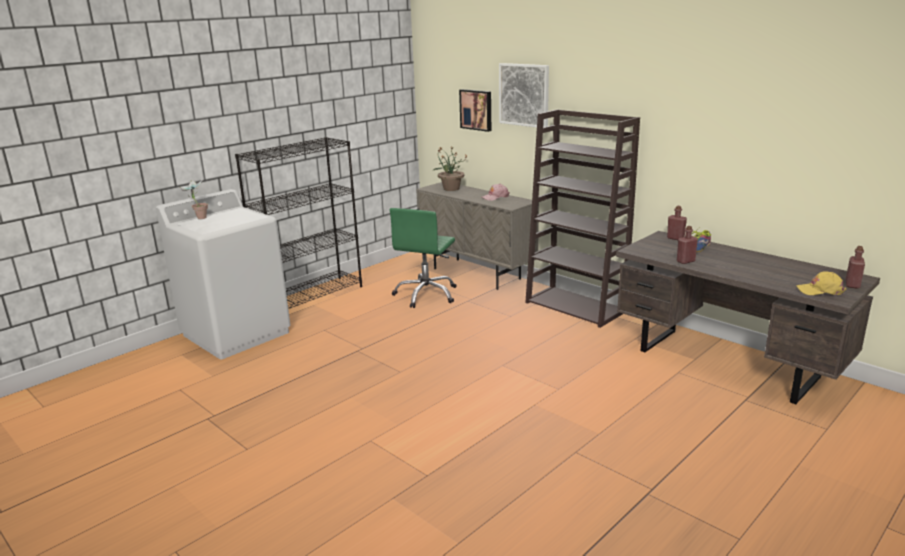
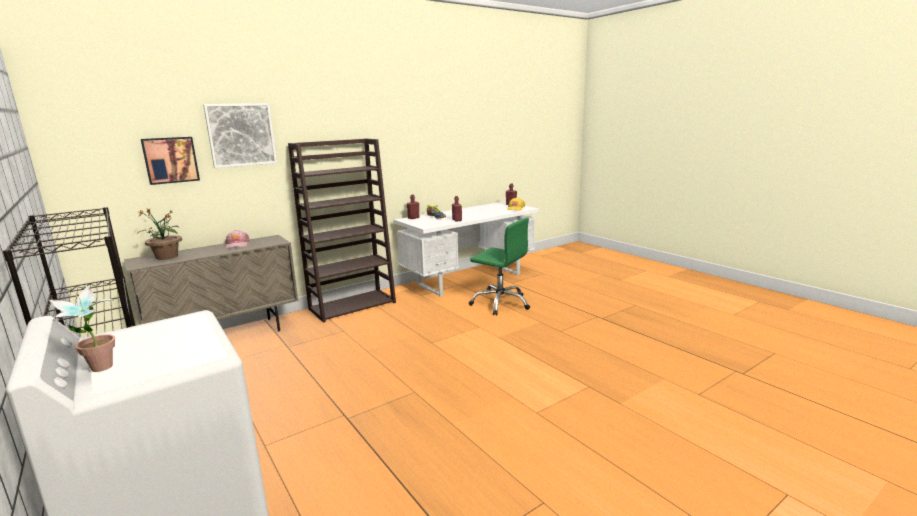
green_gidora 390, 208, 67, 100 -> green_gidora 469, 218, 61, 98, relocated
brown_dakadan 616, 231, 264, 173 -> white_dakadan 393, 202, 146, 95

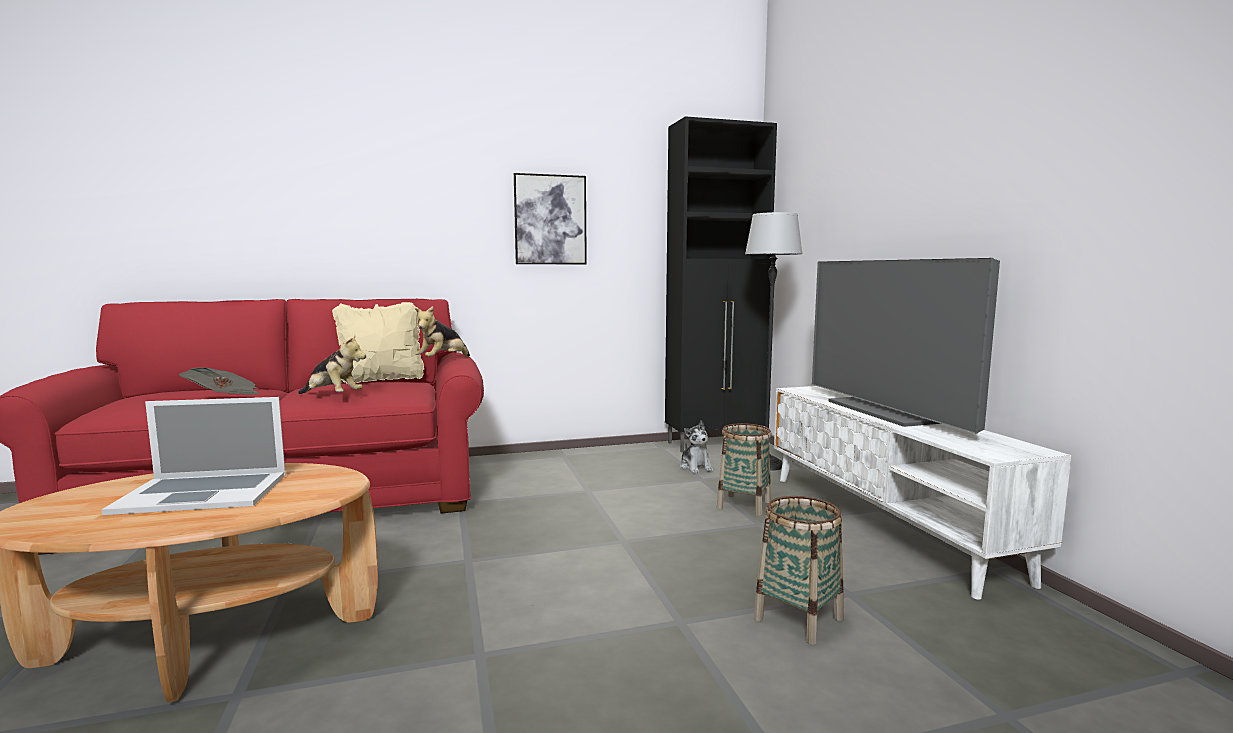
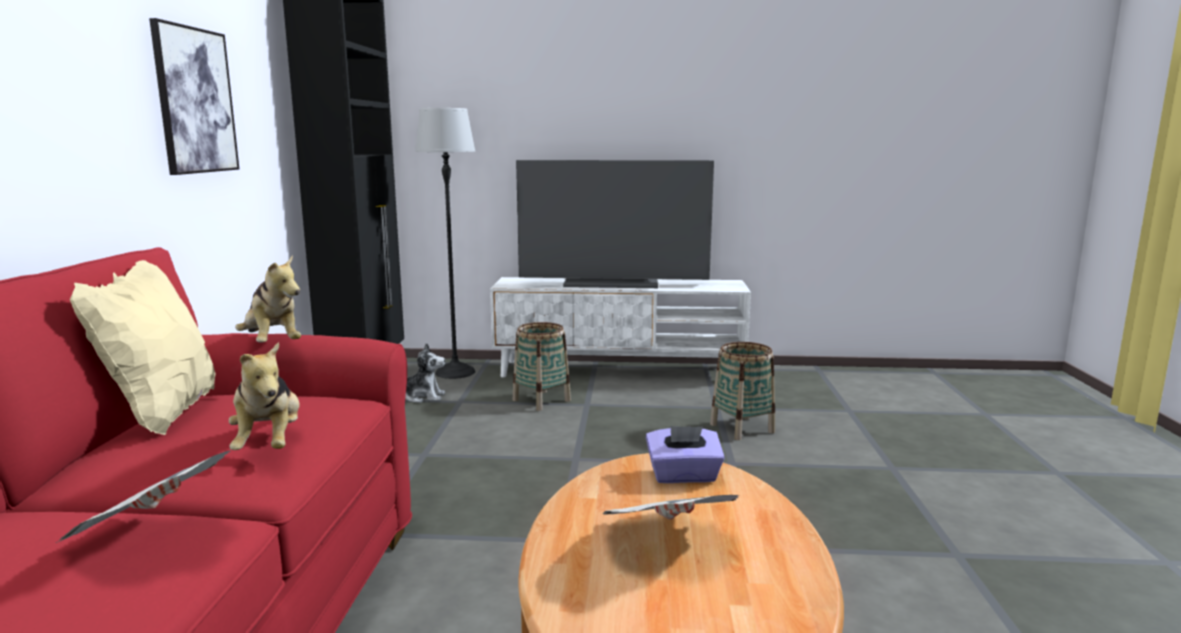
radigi 101, 397, 185, 118 -> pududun 603, 495, 136, 25
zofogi 298, 335, 68, 59 -> zofogi 229, 342, 71, 108, 120 degrees clockwise
none -> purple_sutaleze 646, 426, 79, 57

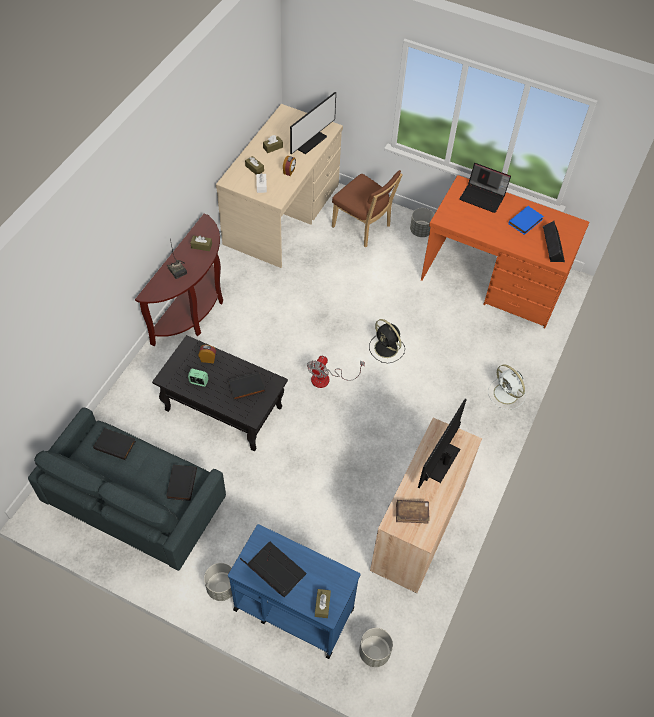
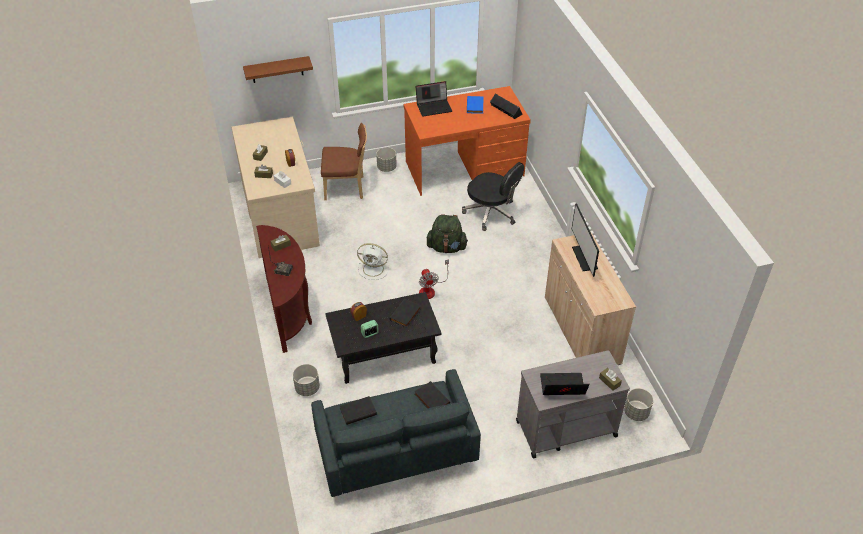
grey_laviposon 204, 563, 28, 38 -> grey_laviposon 293, 364, 27, 32, relocated
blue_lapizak 228, 524, 133, 135 -> grey_lapizak 516, 350, 114, 108
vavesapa 290, 92, 46, 62 -> none
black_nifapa 369, 319, 36, 44 -> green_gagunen 426, 214, 42, 39
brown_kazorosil 396, 500, 34, 24 -> none
white_nifapa 488, 364, 38, 46 -> white_nifapa 357, 243, 32, 37, relocated
none -> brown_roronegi 243, 56, 70, 27
none -> black_gidora 462, 162, 62, 69

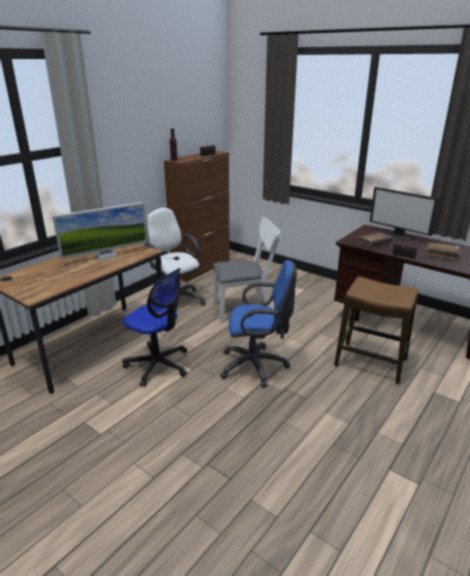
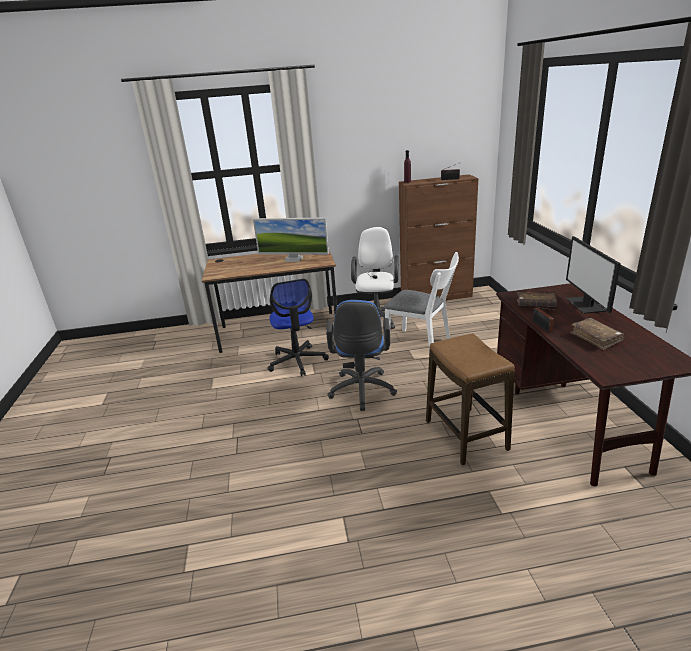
blue_gidora 220, 260, 77, 128 -> blue_gidora 326, 300, 71, 111, 45 degrees clockwise

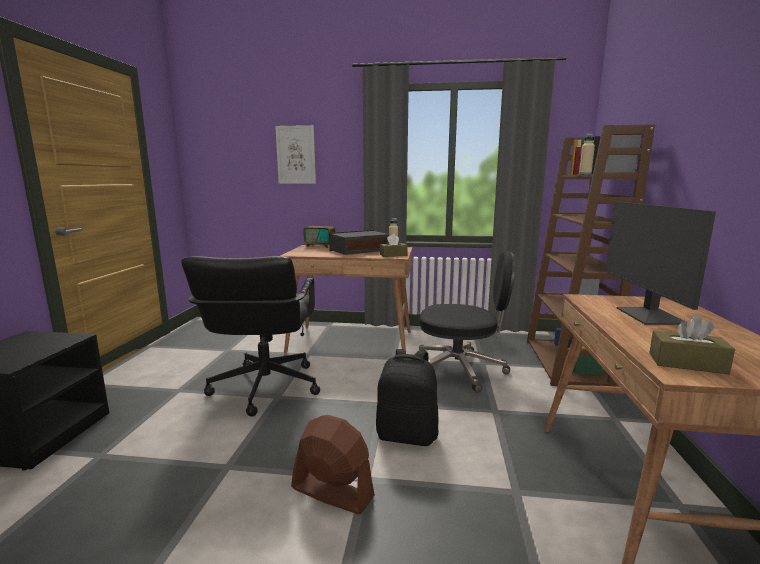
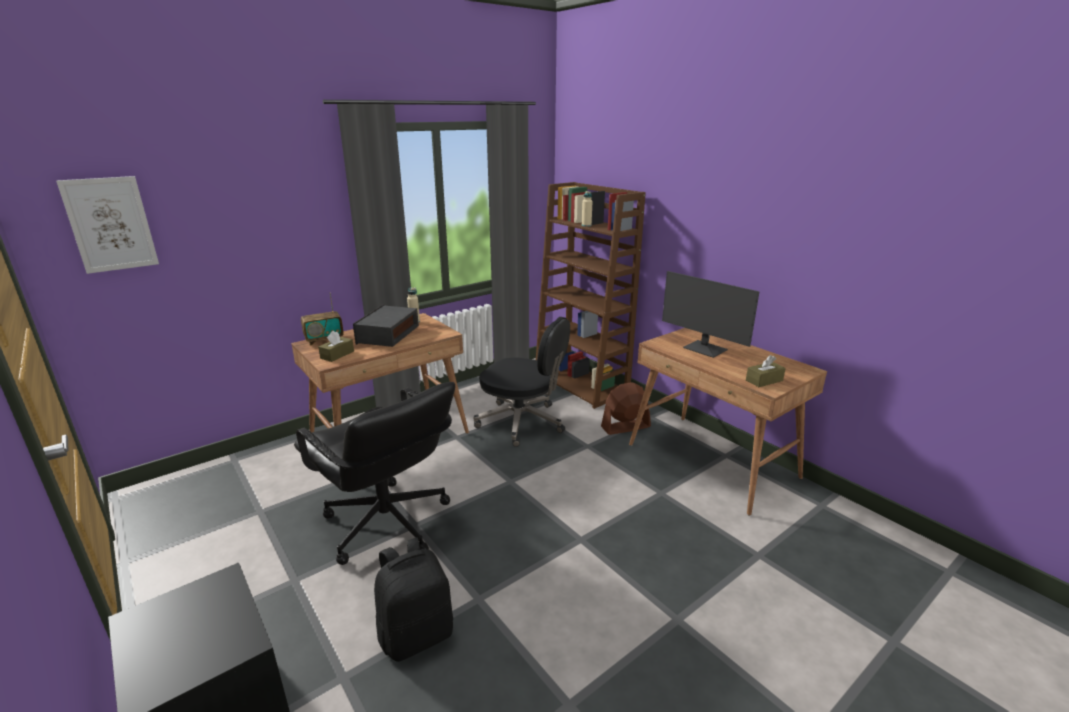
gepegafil 275, 125, 41, 59 -> gepegafil 56, 176, 103, 98, relocated
brown_nifapa 291, 415, 84, 99 -> brown_nifapa 601, 382, 50, 53, relocated
black_gagunen 376, 349, 62, 97 -> black_gagunen 374, 537, 79, 125, relocated
brown_sutaleze 380, 234, 28, 23 -> brown_sutaleze 318, 331, 36, 31, relocated
black_gidora 419, 251, 96, 141 -> black_gidora 473, 317, 97, 130, 60 degrees clockwise

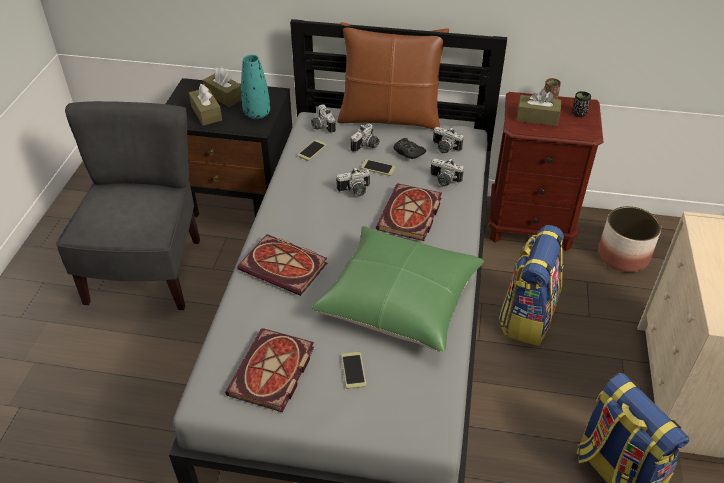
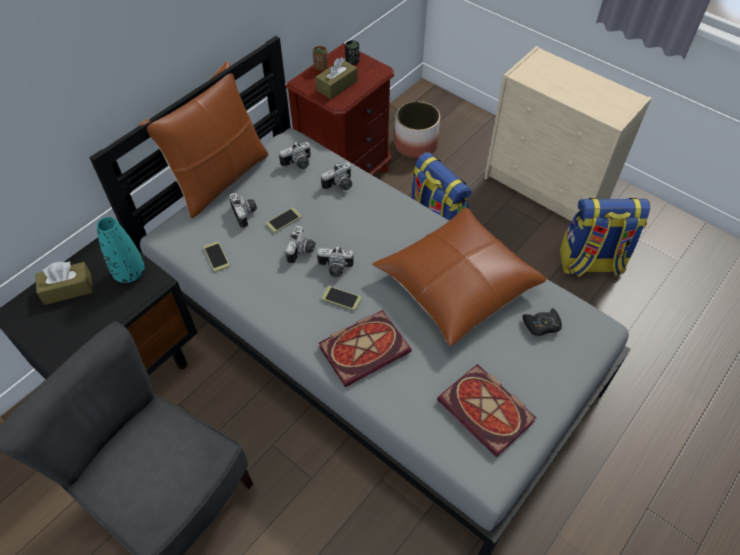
brown_sutaleze 189, 84, 33, 42 -> none
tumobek 311, 104, 25, 29 -> tumobek 317, 246, 37, 31, relocated
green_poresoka 312, 226, 172, 126 -> brown_poresoka 372, 207, 174, 139
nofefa 341, 352, 25, 37 -> nofefa 322, 286, 39, 25, relocated
kazorosil 376, 183, 66, 58 -> none
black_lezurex 393, 138, 33, 21 -> black_lezurex 522, 308, 40, 28, relocated

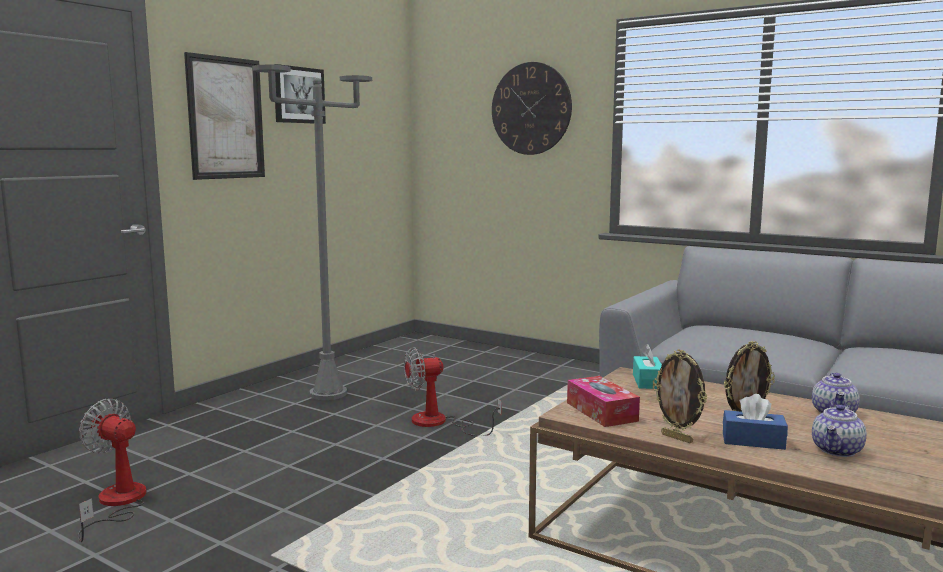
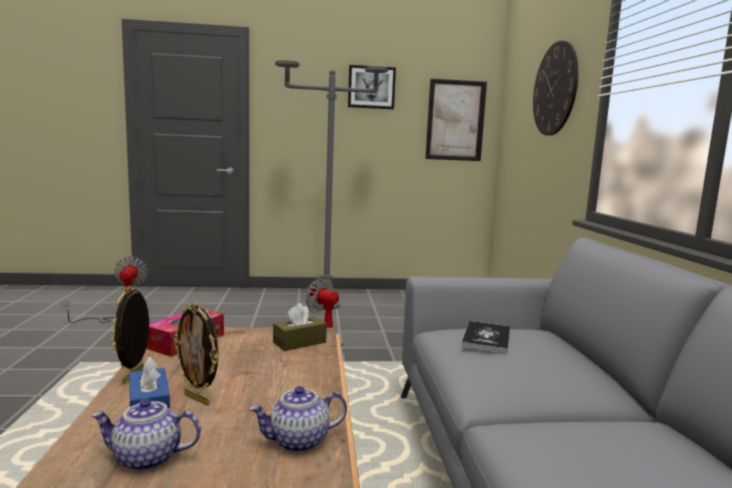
gepegafil 184, 52, 81, 128 -> gepegafil 425, 79, 62, 82, relocated
turquoise_sutaleze 633, 344, 29, 45 -> brown_sutaleze 273, 303, 54, 48
none -> kazorosil 462, 321, 48, 32

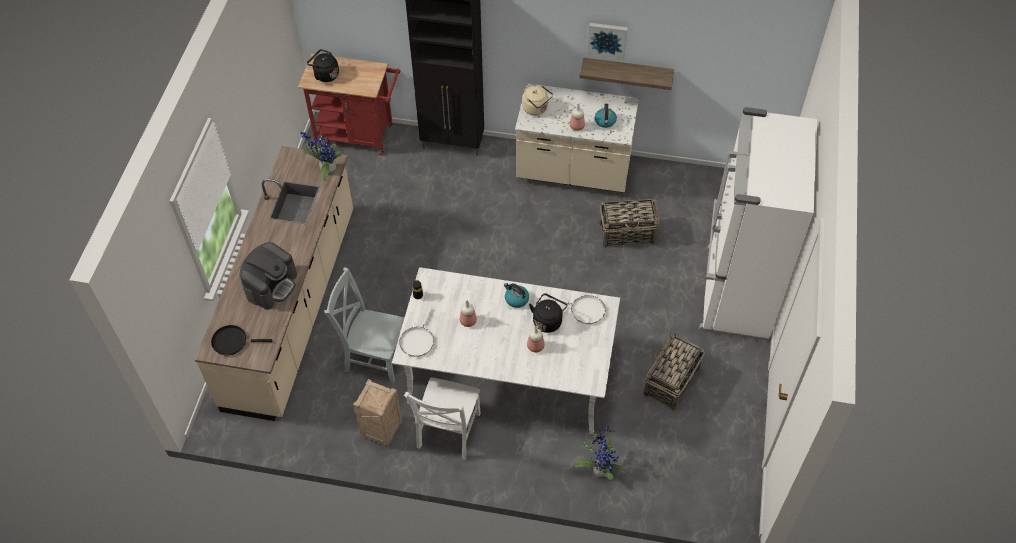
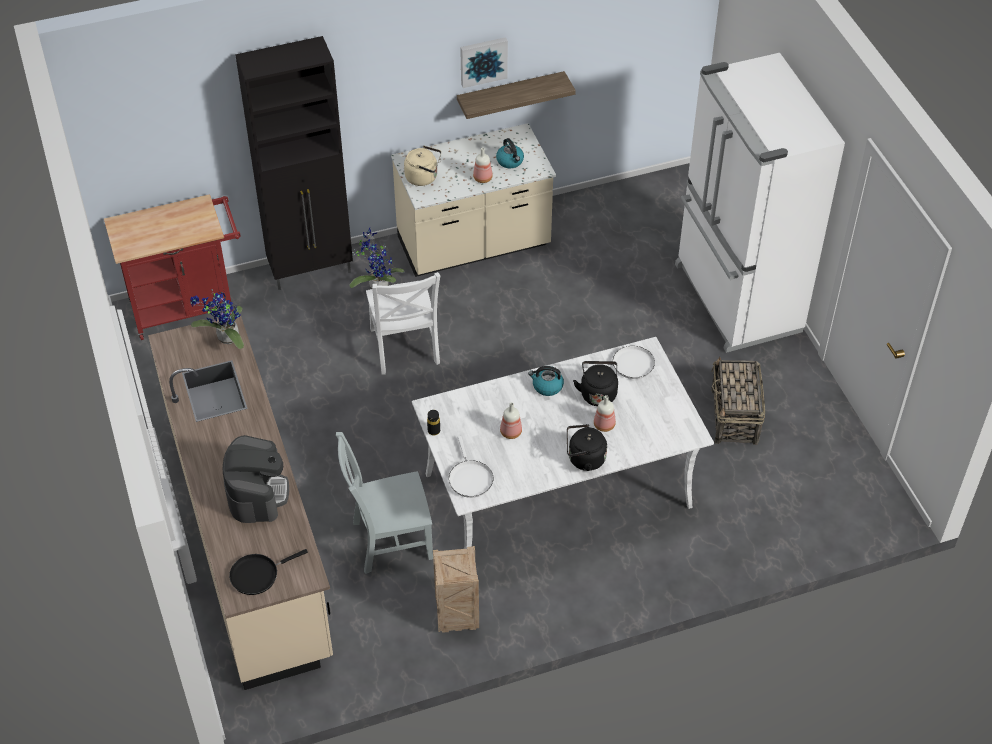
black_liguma 307, 49, 32, 33 -> black_liguma 567, 424, 40, 47, relocated
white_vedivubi 404, 377, 77, 83 -> white_vedivubi 366, 272, 74, 103, relocated
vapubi 573, 426, 53, 54 -> vapubi 349, 228, 55, 61, relocated
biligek 599, 199, 61, 49 -> none

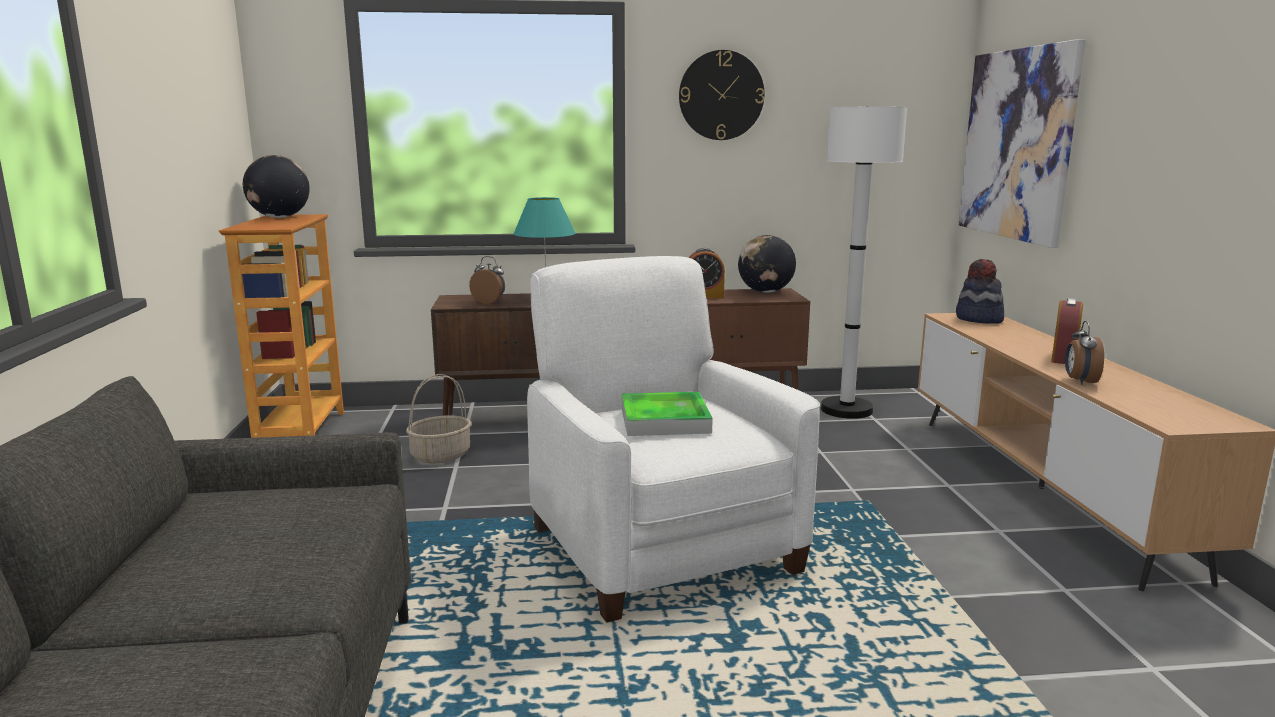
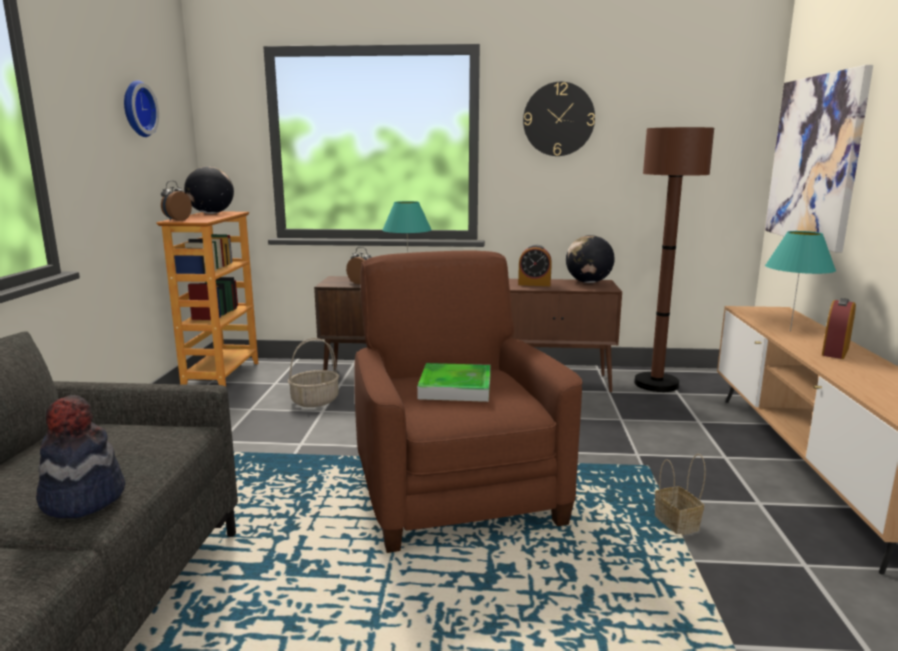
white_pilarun 527, 256, 293, 367 -> brown_pilarun 354, 251, 229, 302
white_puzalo 821, 106, 86, 313 -> brown_puzalo 634, 127, 80, 265
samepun 956, 259, 48, 65 -> samepun 36, 395, 89, 123, relocated
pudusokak 1065, 321, 39, 64 -> pudusokak 161, 181, 31, 40, relocated
none -> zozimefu 124, 80, 35, 57
none -> biligek 655, 454, 51, 81
none -> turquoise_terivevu 765, 231, 71, 100

